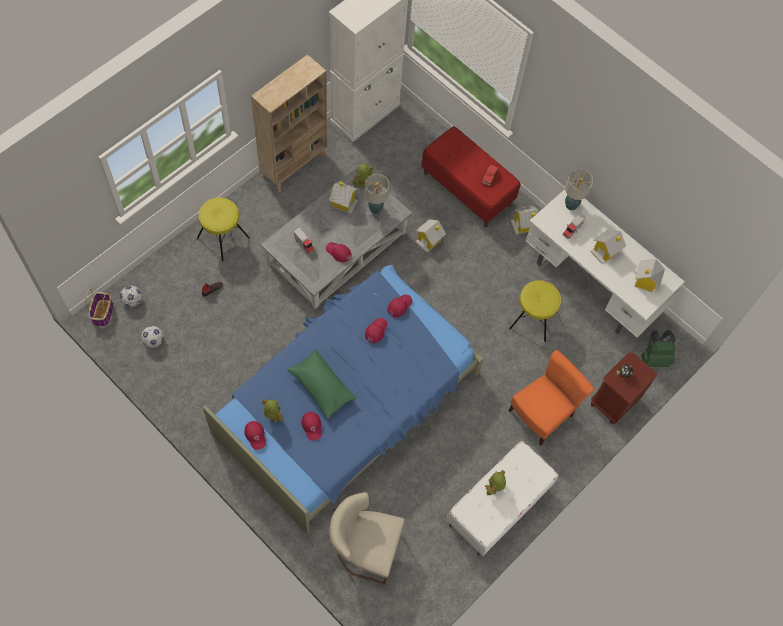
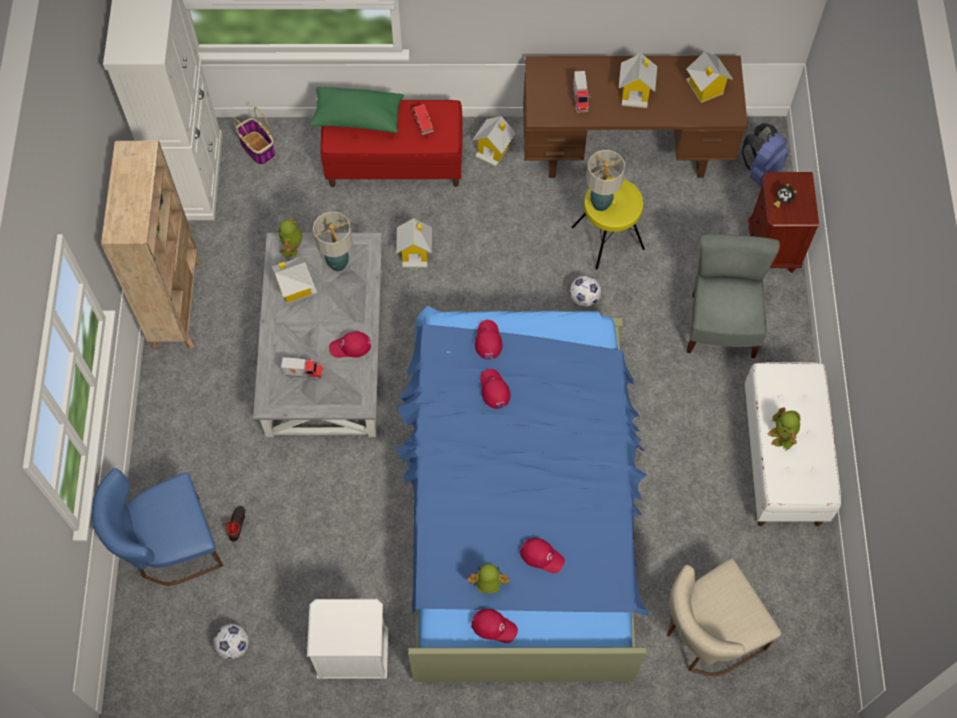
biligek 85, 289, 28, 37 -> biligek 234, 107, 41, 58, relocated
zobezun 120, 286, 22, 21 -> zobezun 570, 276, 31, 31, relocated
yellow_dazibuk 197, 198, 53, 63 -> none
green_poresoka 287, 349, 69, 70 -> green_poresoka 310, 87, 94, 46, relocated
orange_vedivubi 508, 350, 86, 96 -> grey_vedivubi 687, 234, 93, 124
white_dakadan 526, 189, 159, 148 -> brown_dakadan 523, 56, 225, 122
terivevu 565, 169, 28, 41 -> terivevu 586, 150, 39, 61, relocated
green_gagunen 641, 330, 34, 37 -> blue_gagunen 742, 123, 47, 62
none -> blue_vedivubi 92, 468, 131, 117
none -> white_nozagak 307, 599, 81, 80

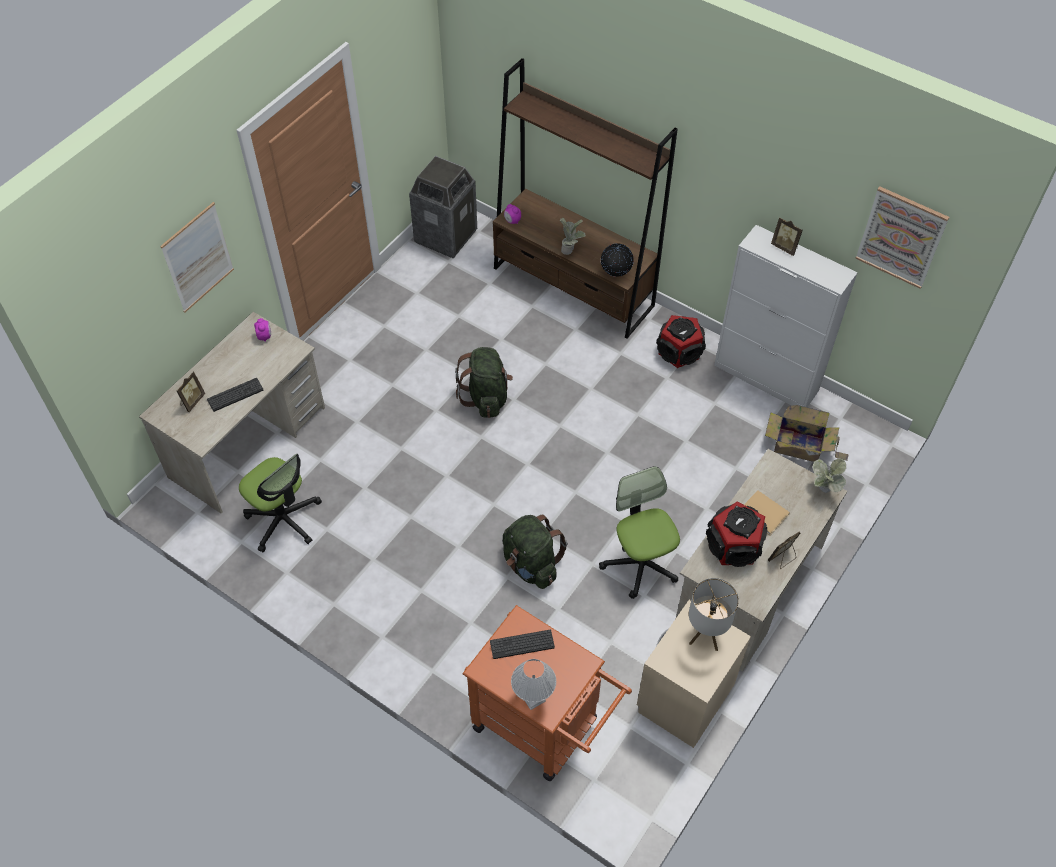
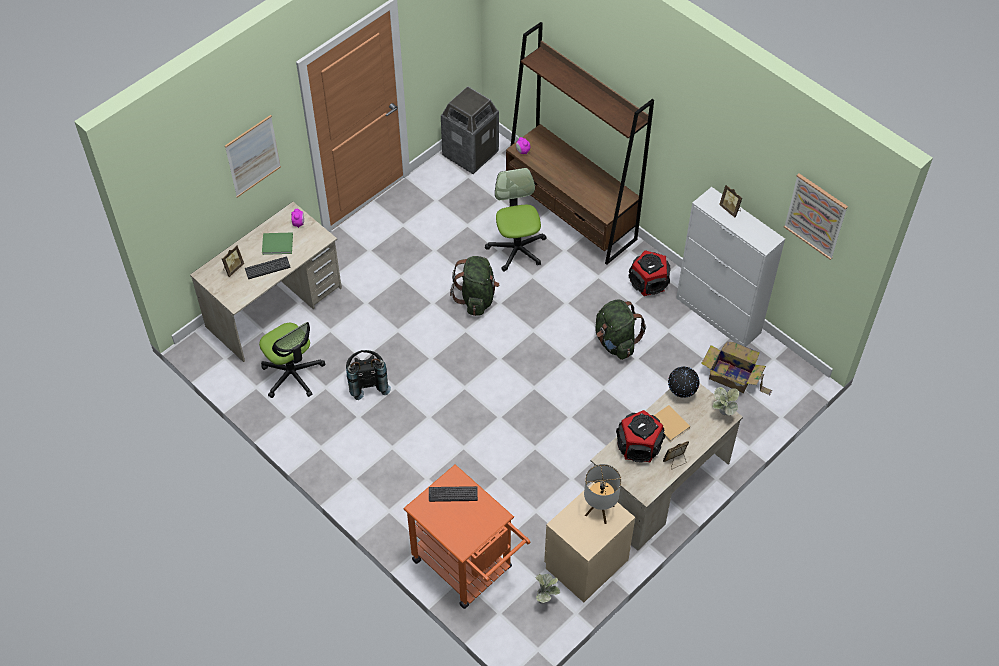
green_gagunen 503, 515, 65, 74 -> green_gagunen 596, 300, 50, 60, relocated
white_terivevu 511, 659, 45, 51 -> none
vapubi 560, 218, 26, 37 -> vapubi 536, 574, 24, 30, relocated
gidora 599, 466, 81, 133 -> gidora 485, 168, 61, 104, relocated
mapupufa 601, 243, 33, 34 -> mapupufa 668, 367, 32, 31, relocated
none -> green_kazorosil 262, 233, 31, 22
none -> black_gagunen 346, 350, 45, 50

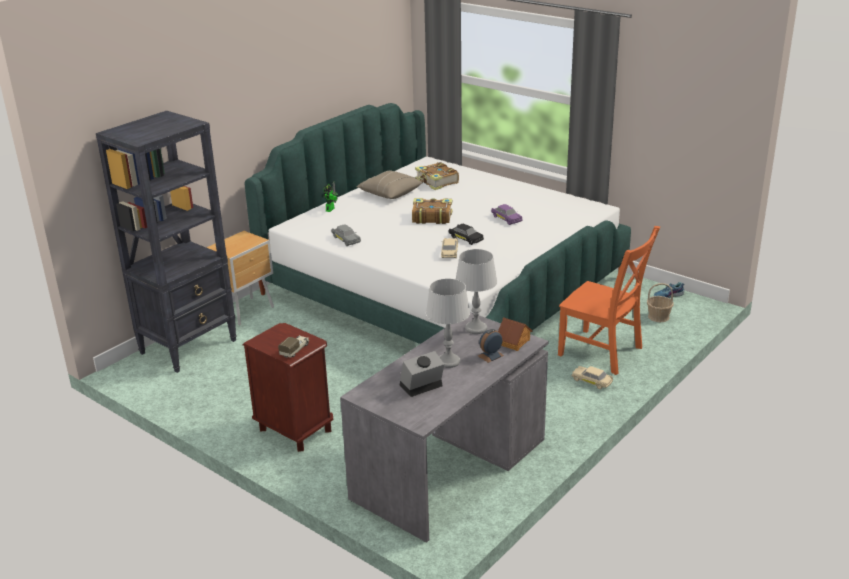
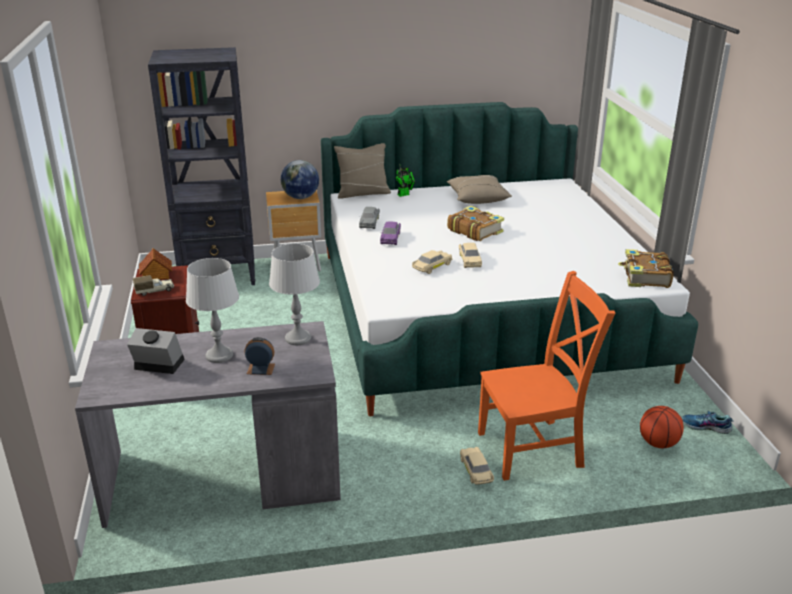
kazorosil 415, 162, 44, 28 -> kazorosil 618, 249, 56, 39, relocated
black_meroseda 448, 224, 36, 21 -> beige_meroseda 459, 243, 23, 25
purple_meroseda 491, 204, 32, 21 -> purple_meroseda 380, 221, 21, 24, relocated
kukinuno 498, 317, 34, 34 -> kukinuno 139, 248, 33, 31, relocated
orange_vedivubi 558, 226, 102, 149 -> orange_vedivubi 478, 271, 137, 210, 90 degrees counterclockwise
biligek 647, 283, 27, 39 -> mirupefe 640, 406, 44, 42
none -> mapupufa 281, 160, 38, 39
none -> beige_poresoka 334, 143, 57, 56

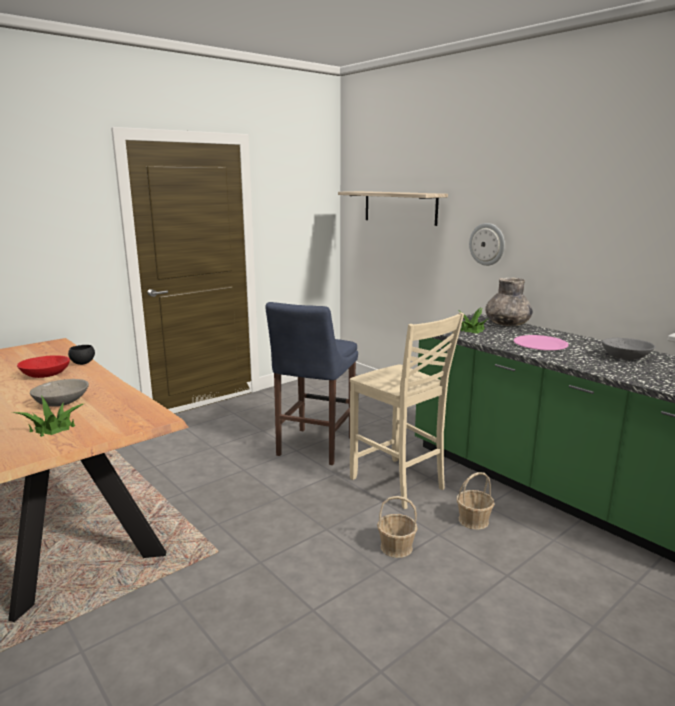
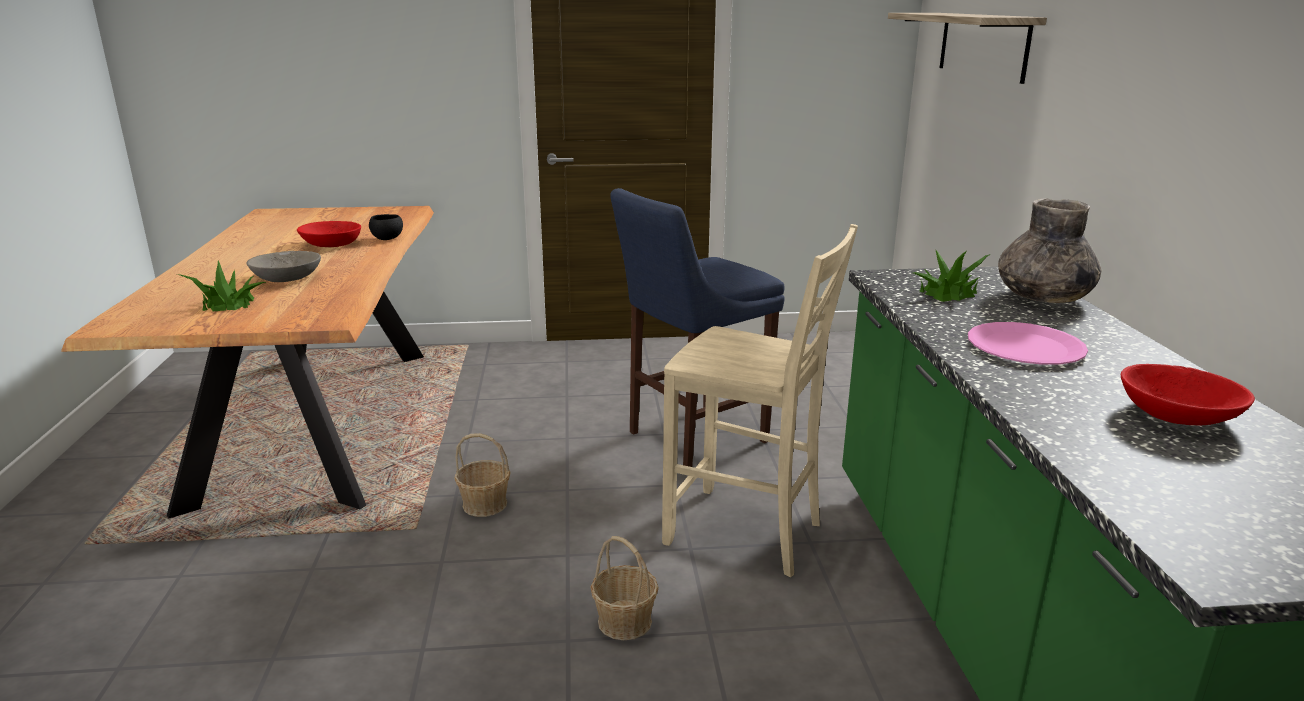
beige_vedivubi 350, 312, 114, 197 -> beige_vedivubi 662, 224, 196, 353, 60 degrees counterclockwise
biligek 456, 472, 39, 58 -> biligek 454, 433, 57, 84, relocated
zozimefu 469, 223, 36, 43 -> none
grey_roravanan 602, 338, 54, 22 -> red_roravanan 1121, 364, 134, 61

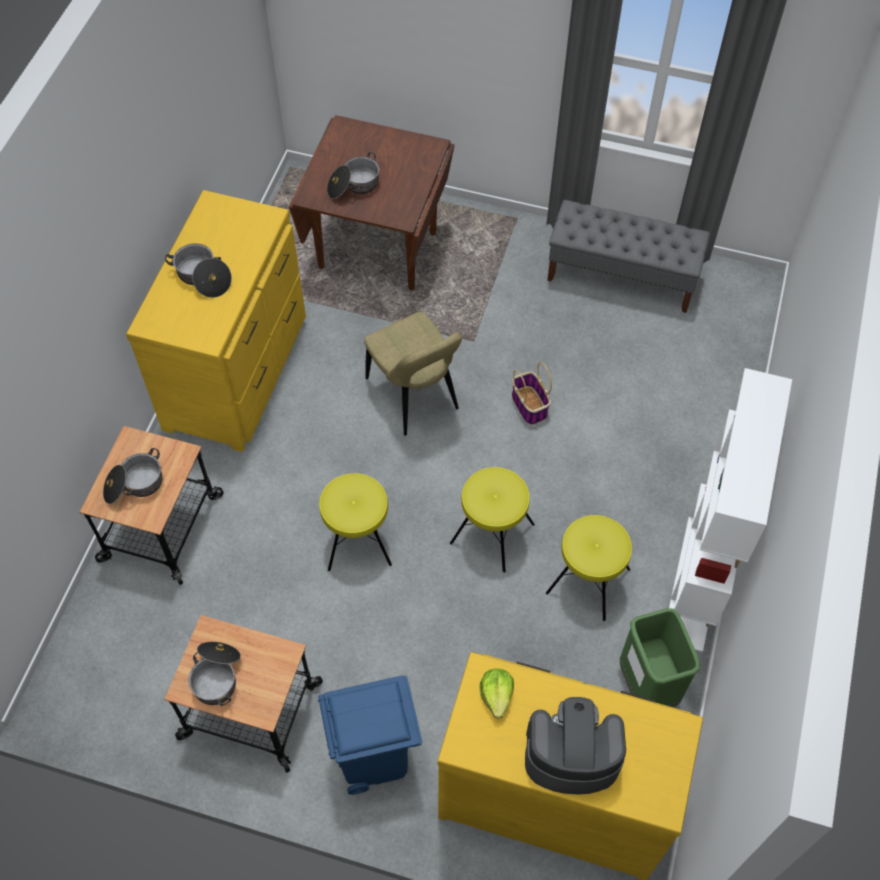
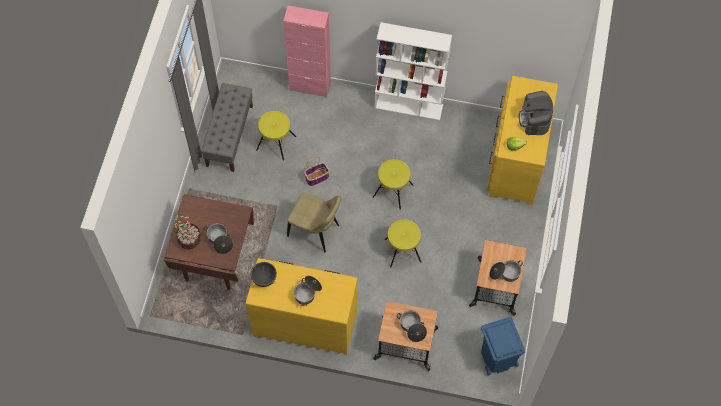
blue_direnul 318, 676, 104, 119 -> blue_direnul 481, 317, 44, 59, relocated
beige_vedivubi 364, 312, 98, 124 -> beige_vedivubi 287, 192, 55, 60, 60 degrees clockwise
yellow_dazibuk 546, 515, 86, 106 -> yellow_dazibuk 256, 111, 40, 50, relocated
green_direnul 620, 608, 80, 99 -> none
none -> vapubi 173, 214, 28, 35
none -> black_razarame 251, 262, 26, 25
none -> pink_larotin 283, 5, 48, 92

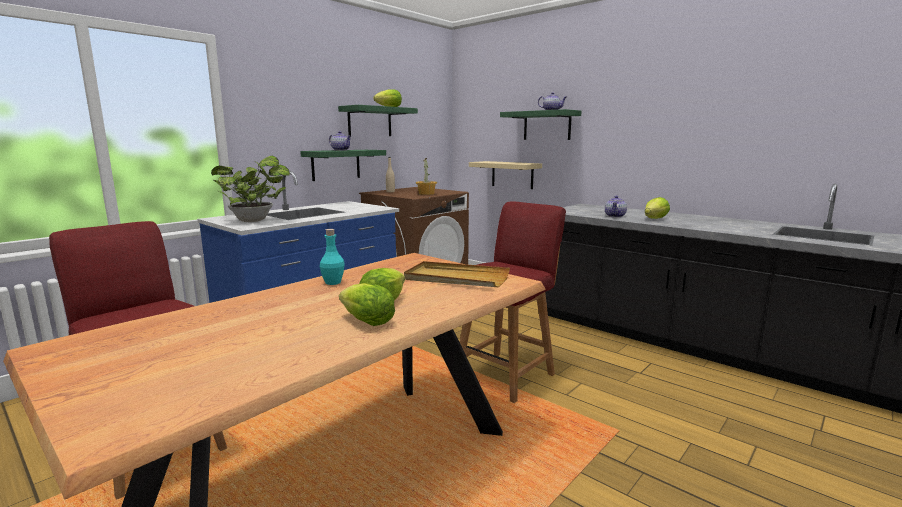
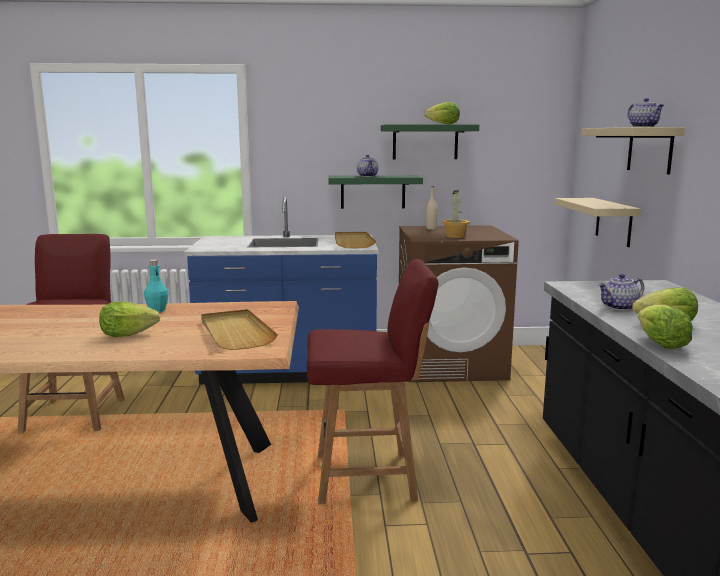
vapubi 211, 156, 79, 66 -> none
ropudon 339, 283, 56, 43 -> ropudon 638, 304, 55, 45, relocated
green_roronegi 500, 109, 81, 31 -> beige_roronegi 581, 127, 104, 48
none -> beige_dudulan 335, 232, 41, 16

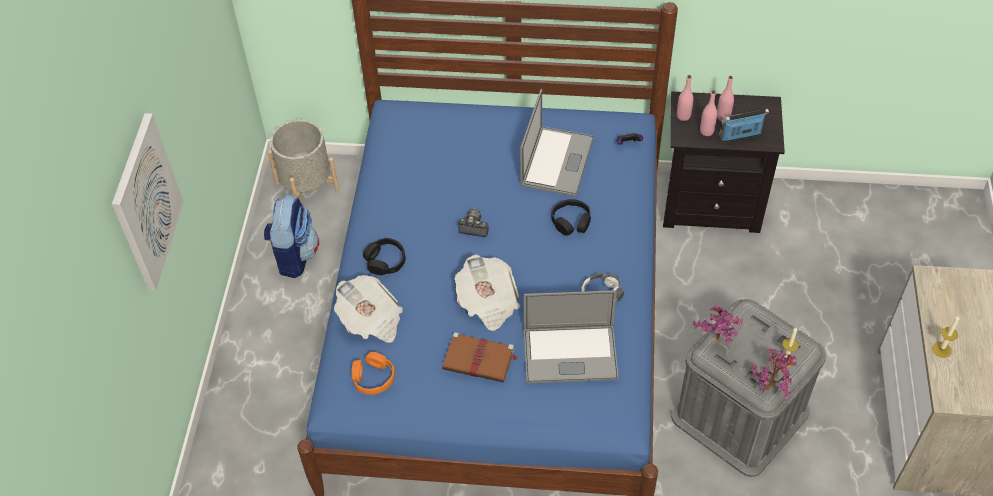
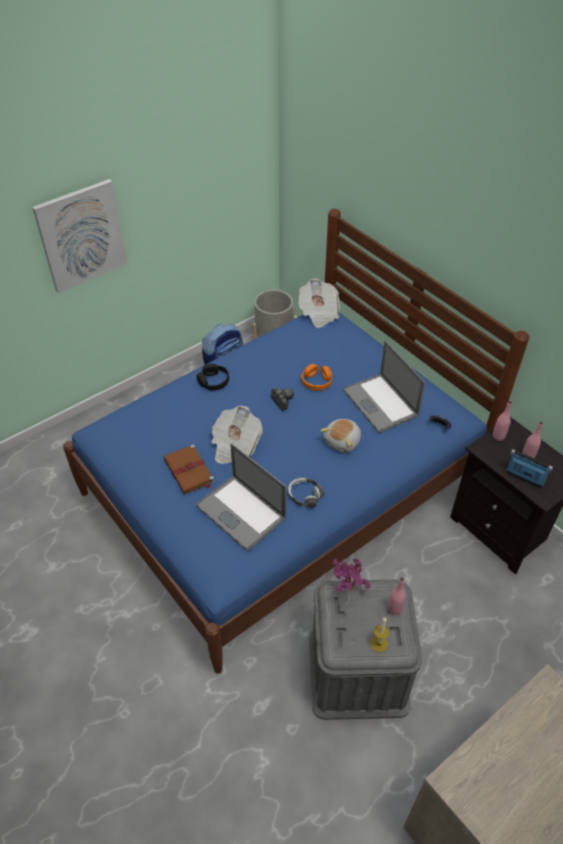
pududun 334, 275, 69, 68 -> pududun 298, 278, 42, 50, relocated
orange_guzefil 351, 352, 44, 43 -> orange_guzefil 301, 364, 31, 26, relocated
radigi 520, 89, 74, 107 -> radigi 343, 341, 82, 92, 90 degrees clockwise
black_guzefil 551, 199, 40, 37 -> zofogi 320, 419, 41, 33
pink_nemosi 700, 90, 17, 46 -> pink_nemosi 388, 577, 18, 38, relocated
vapubi 750, 348, 47, 51 -> none
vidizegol 932, 316, 28, 42 -> none

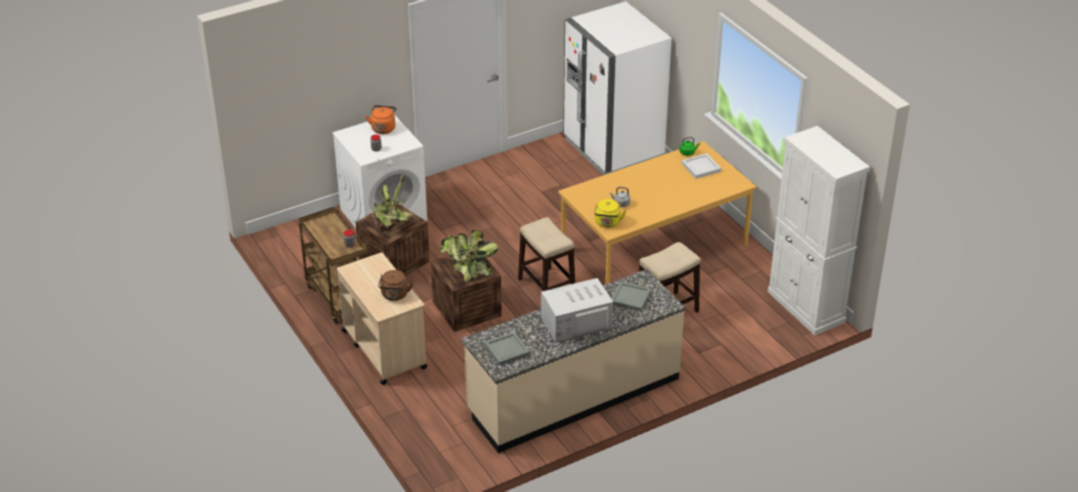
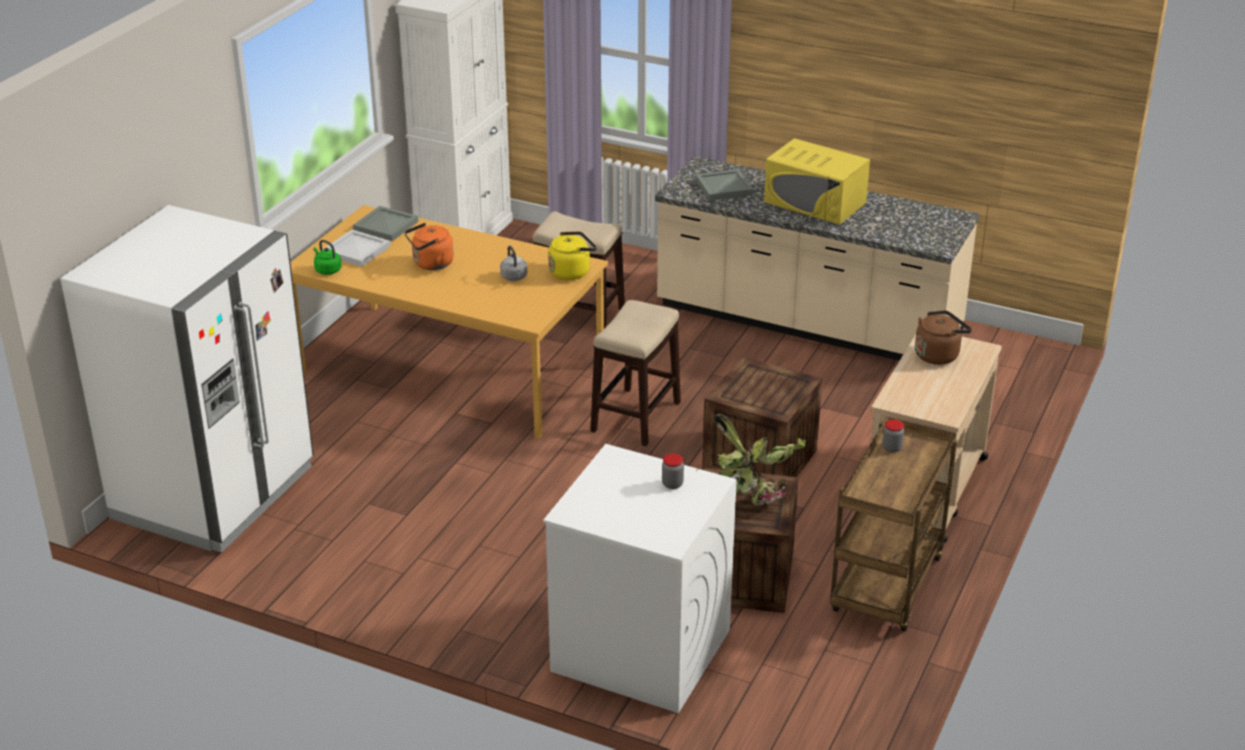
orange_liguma 365, 105, 32, 29 -> orange_liguma 404, 223, 50, 47, relocated
vapubi 440, 230, 58, 52 -> none
grey_dudulan 484, 332, 46, 34 -> grey_dudulan 353, 206, 66, 35, relocated
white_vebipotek 541, 278, 72, 65 -> yellow_vebipotek 764, 138, 106, 87

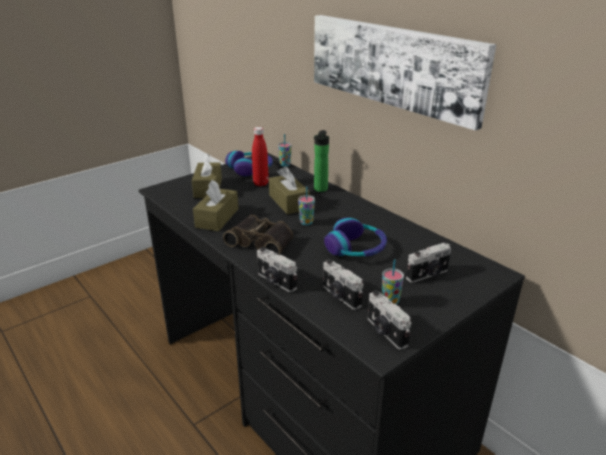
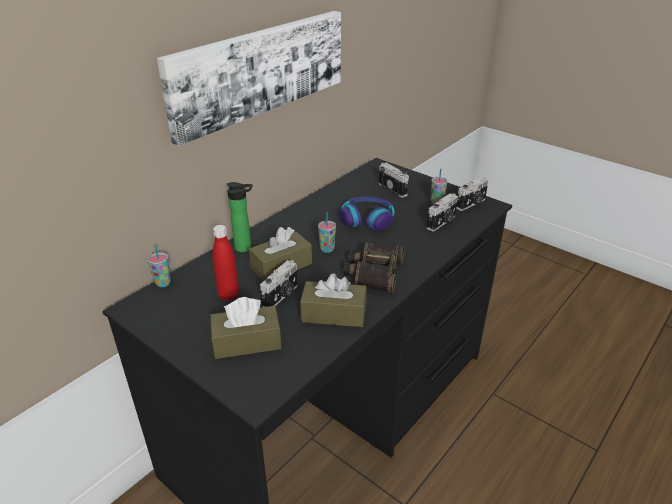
guzefil 225, 151, 48, 25 -> none
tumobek 257, 247, 40, 45 -> tumobek 260, 260, 38, 47, relocated

